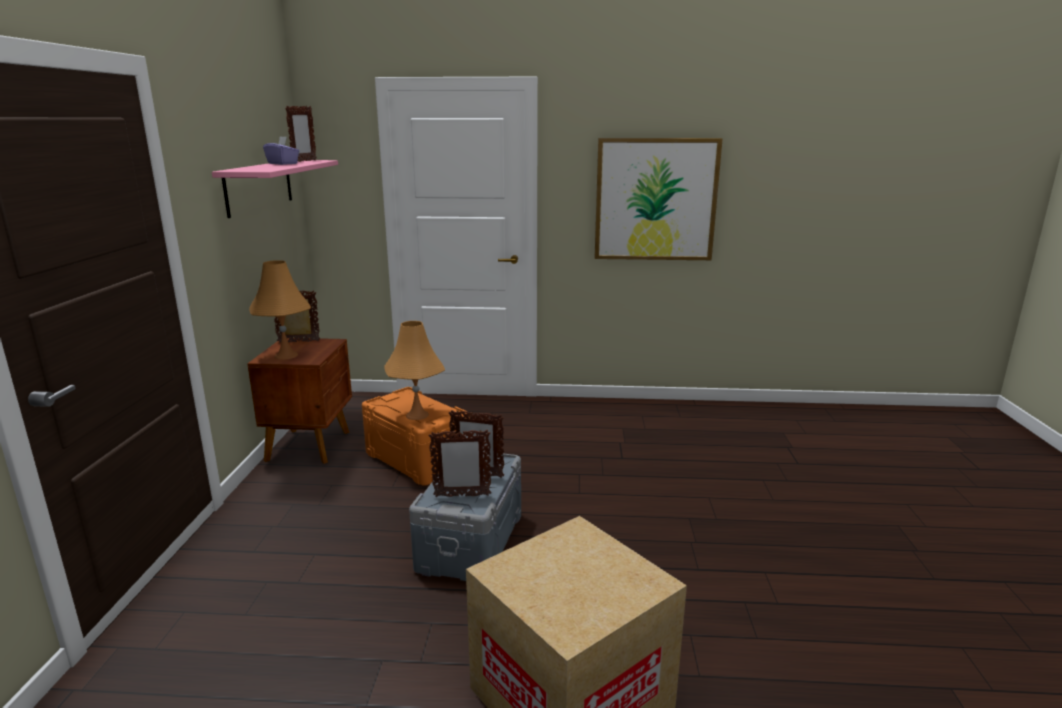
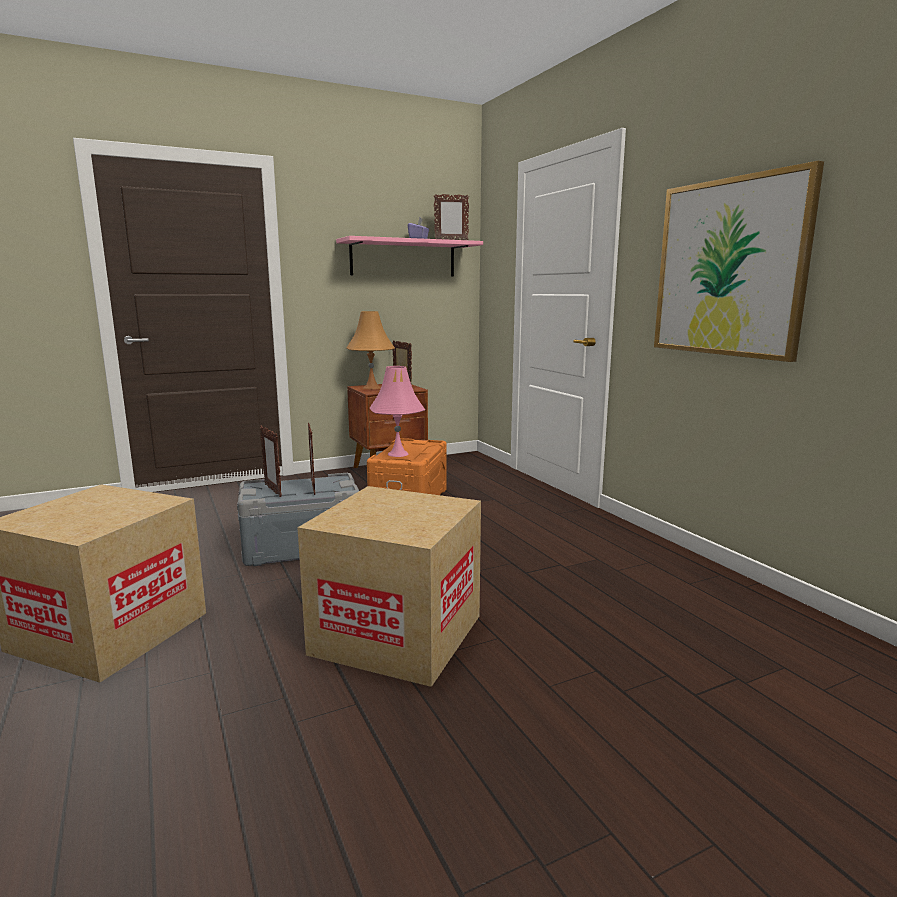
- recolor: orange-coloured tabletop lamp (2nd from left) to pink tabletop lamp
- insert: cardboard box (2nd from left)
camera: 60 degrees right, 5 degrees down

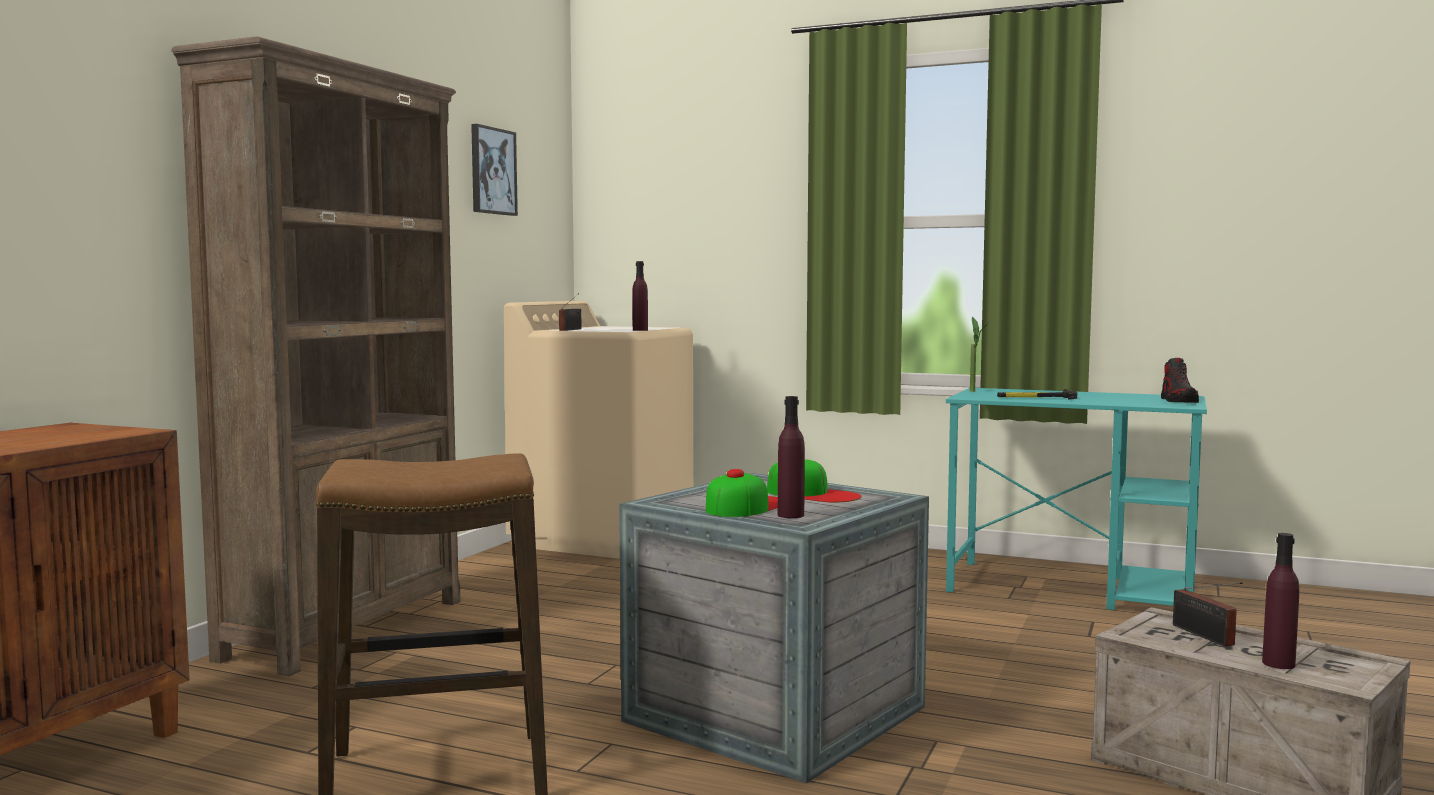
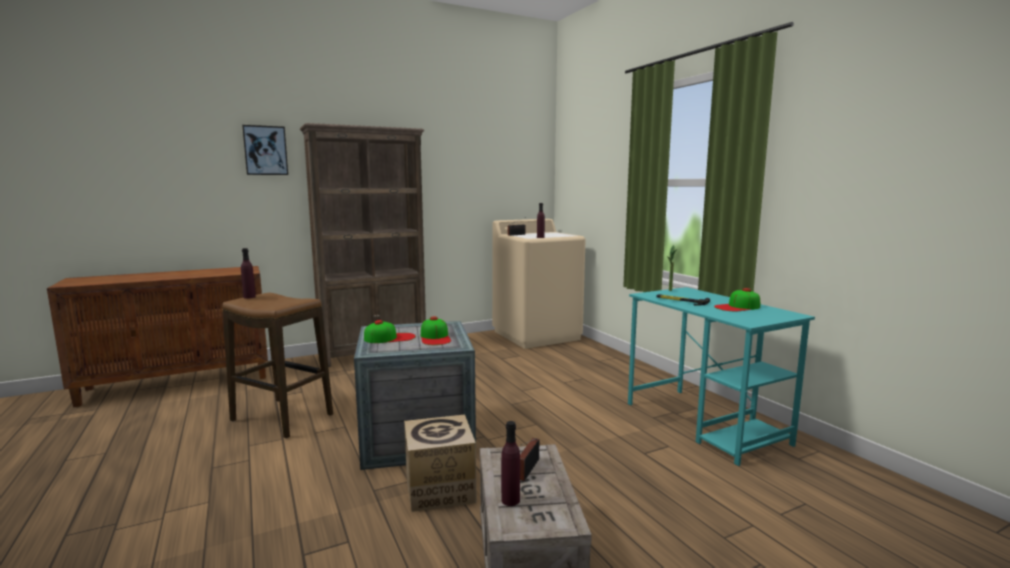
- move: picture
- move: purplish drink bottle (2nd from left in the first image) to purplish drink bottle (1st from left)
- delete: low shoe
- insert: cardboard box
- insert: baseball cap (3rd from left)
camera: 40 degrees right, 5 degrees up

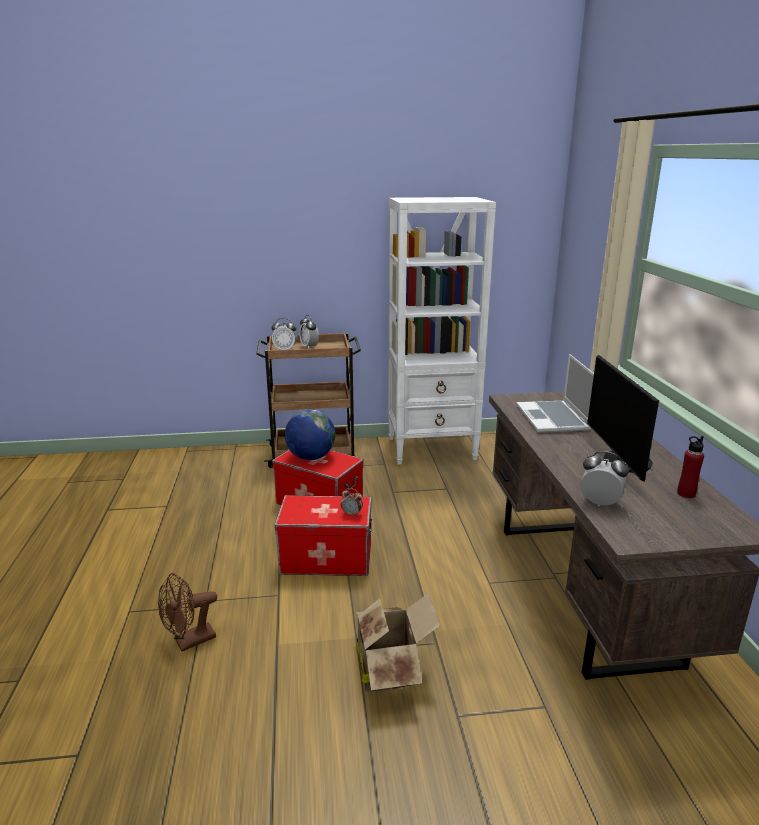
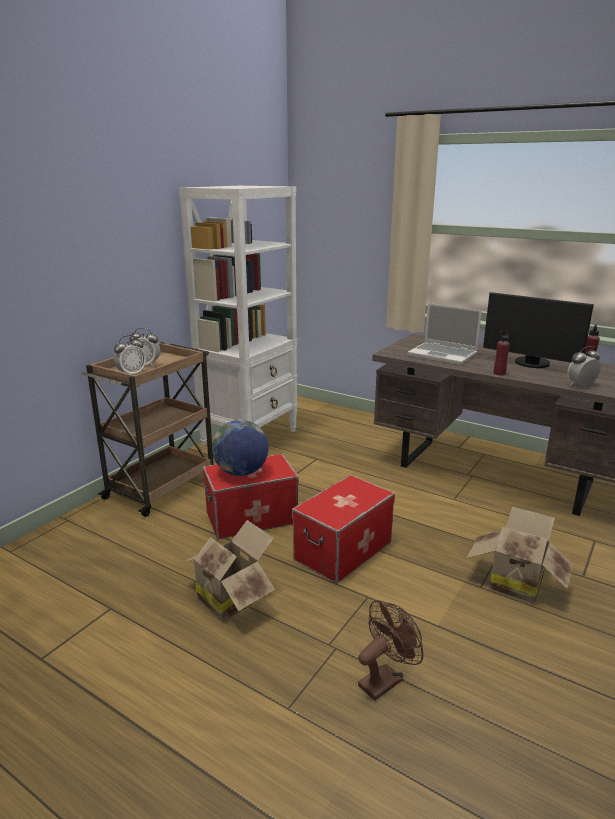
- rotate: brown electric fan 135 degrees counterclockwise
- delete: bedside clock (3rd from left)
- insert: cardboard box (1st from left)
- insert: reddish drink bottle (1st from left)
camera: 50 degrees left, 0 degrees up

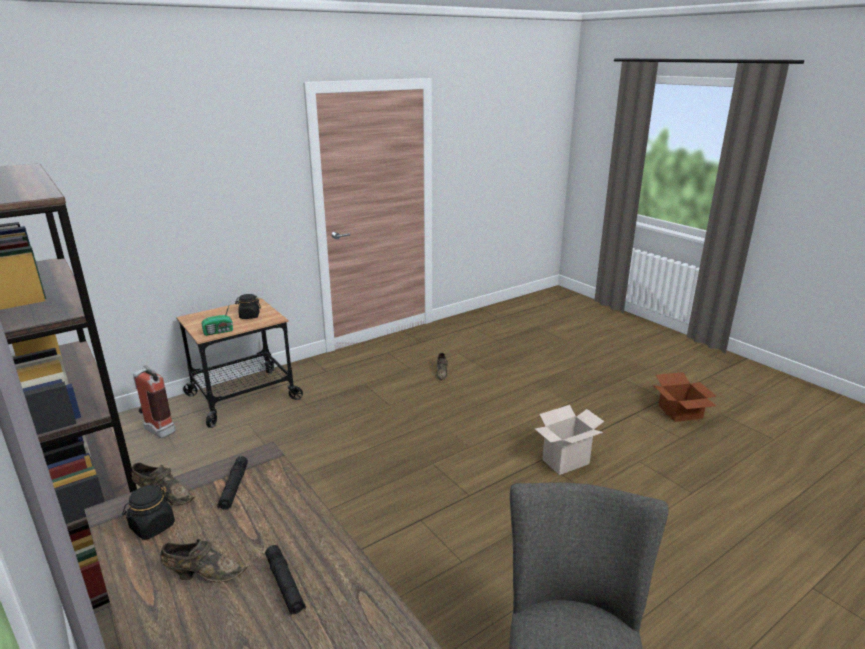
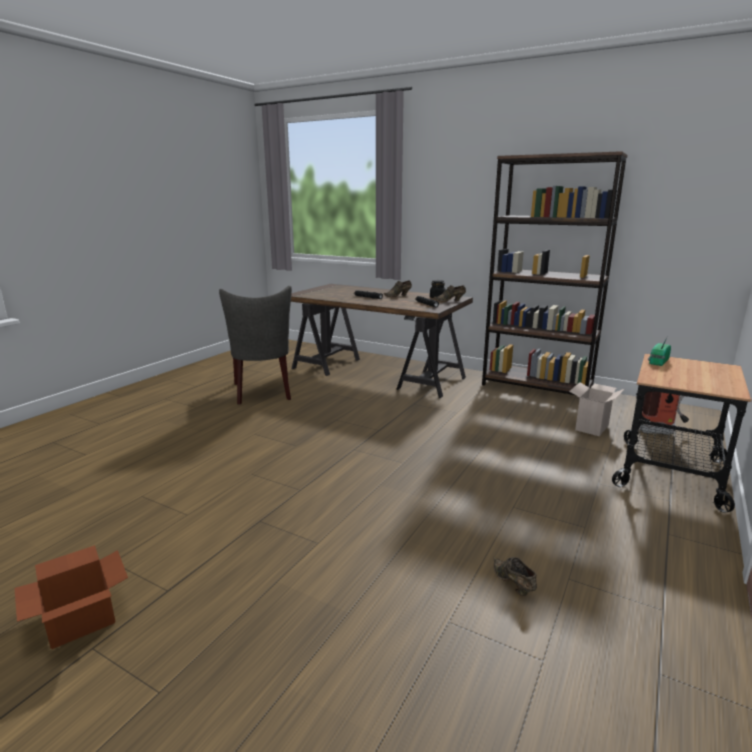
- delete: blackish jar (2nd from left)
- move: cardboard box (1st from left in the first image) to cardboard box (2nd from left)
camera: 155 degrees right, 5 degrees down

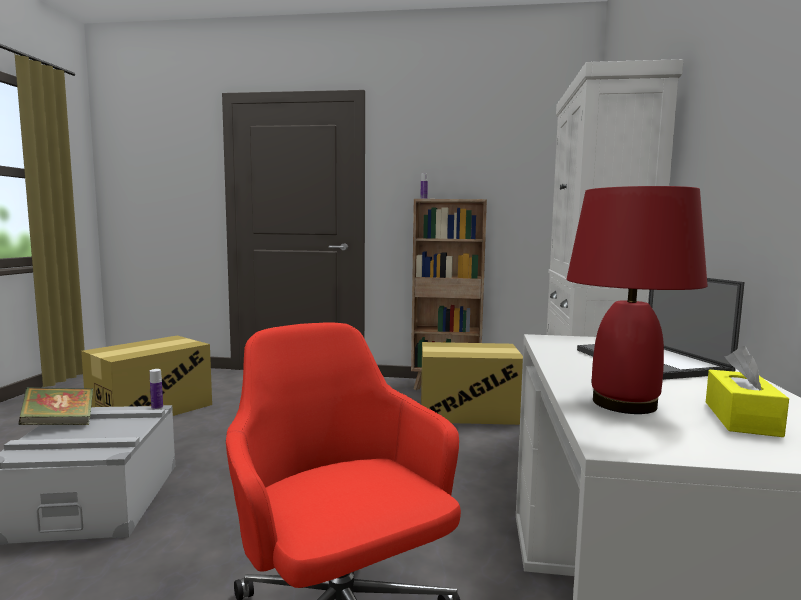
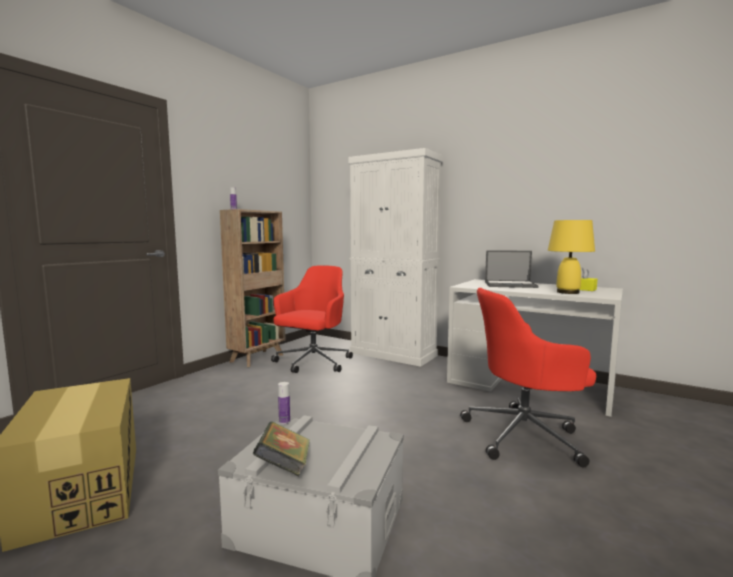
- replace: cardboard box (2nd from left) to reddish office chair (1st from left)
- recolor: reddish tabletop lamp to yellow-coloured tabletop lamp
camera: 65 degrees left, 0 degrees up

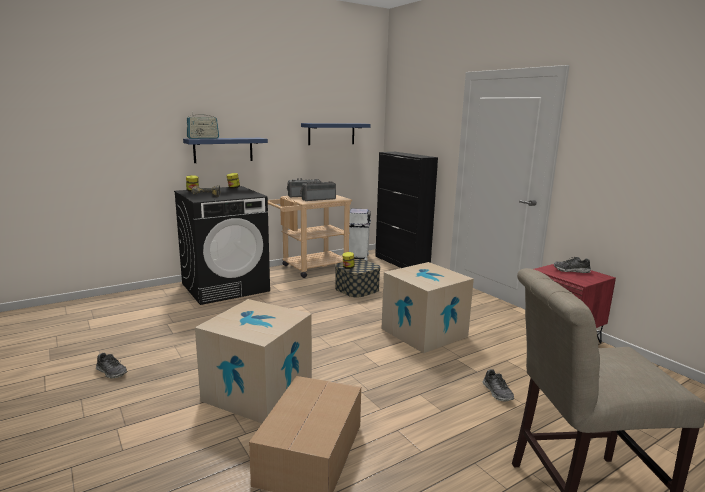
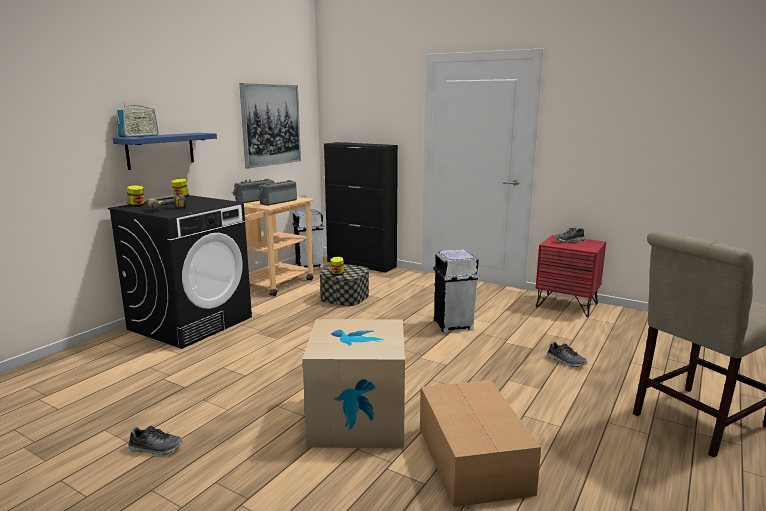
- replace: blue bracket shelf (2nd from left) to picture
- replace: cardboard box (3rd from left) to whitish waste bin (2nd from left)
camera: 25 degrees left, 0 degrees up

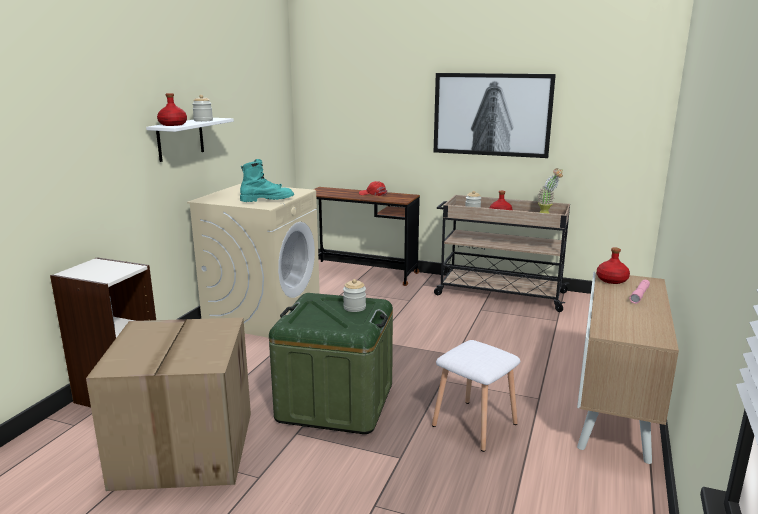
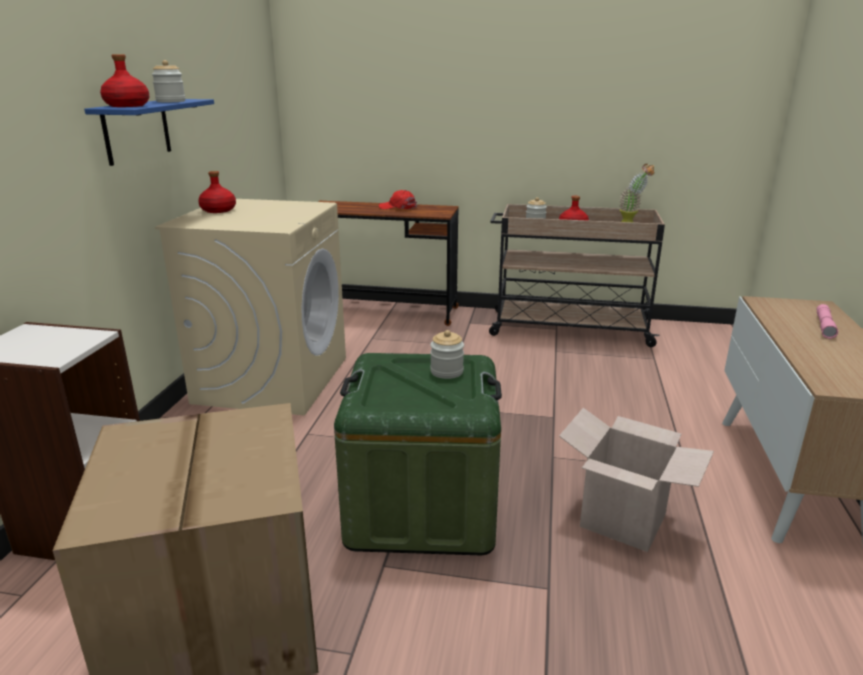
- recolor: whitish bracket shelf to blue bracket shelf
- delete: turquoise-coloured tall boot
- replace: whitish stool seat to cardboard box (2nd from left)
- delete: picture
- move: reddish drink bottle (3rd from left in the first image) to reddish drink bottle (2nd from left)
camera: 10 degrees left, 5 degrees up

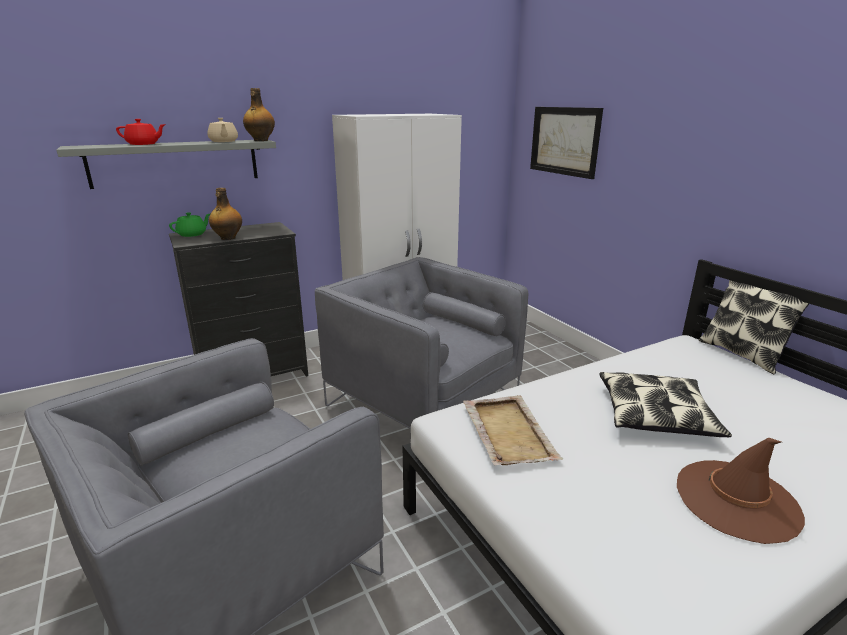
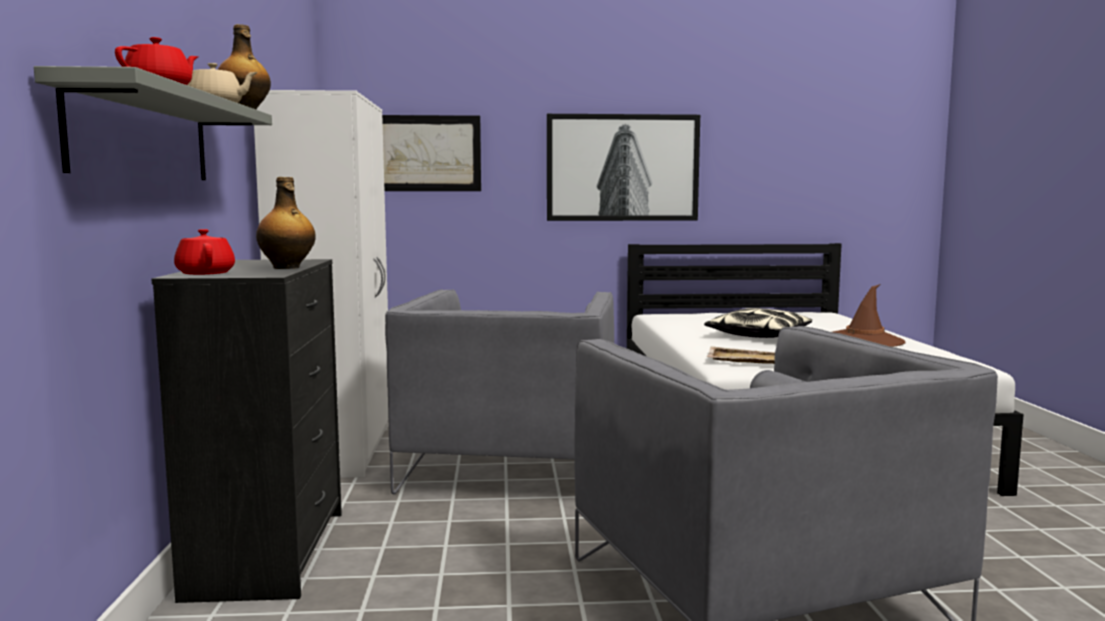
- recolor: green-coloured teapot to reddish teapot (2nd from left)
- rotate: gray lounge chair (2nd from left in the first image) 60 degrees counterclockwise
- delete: throw pillow (2nd from left)
- insert: picture (2nd from left)
camera: 65 degrees left, 15 degrees down

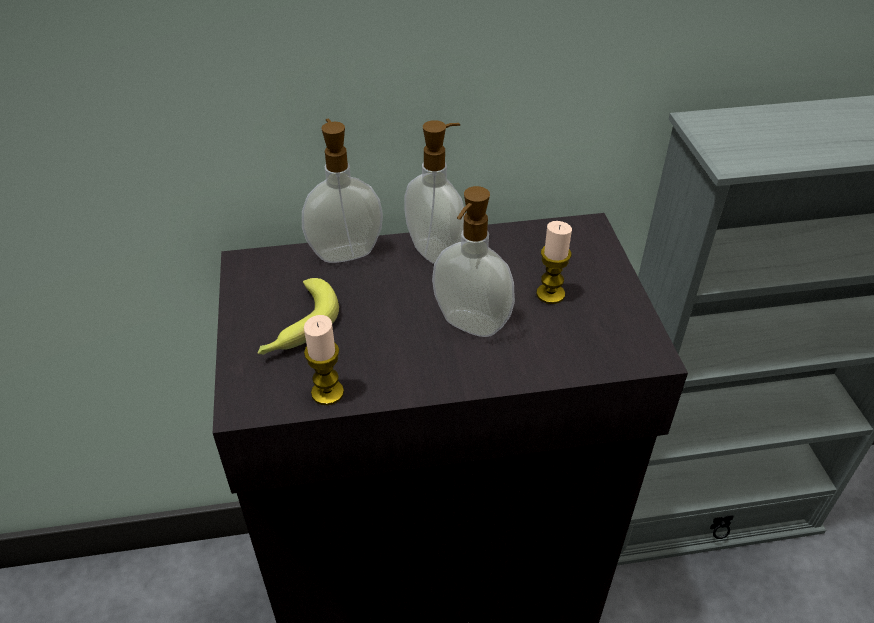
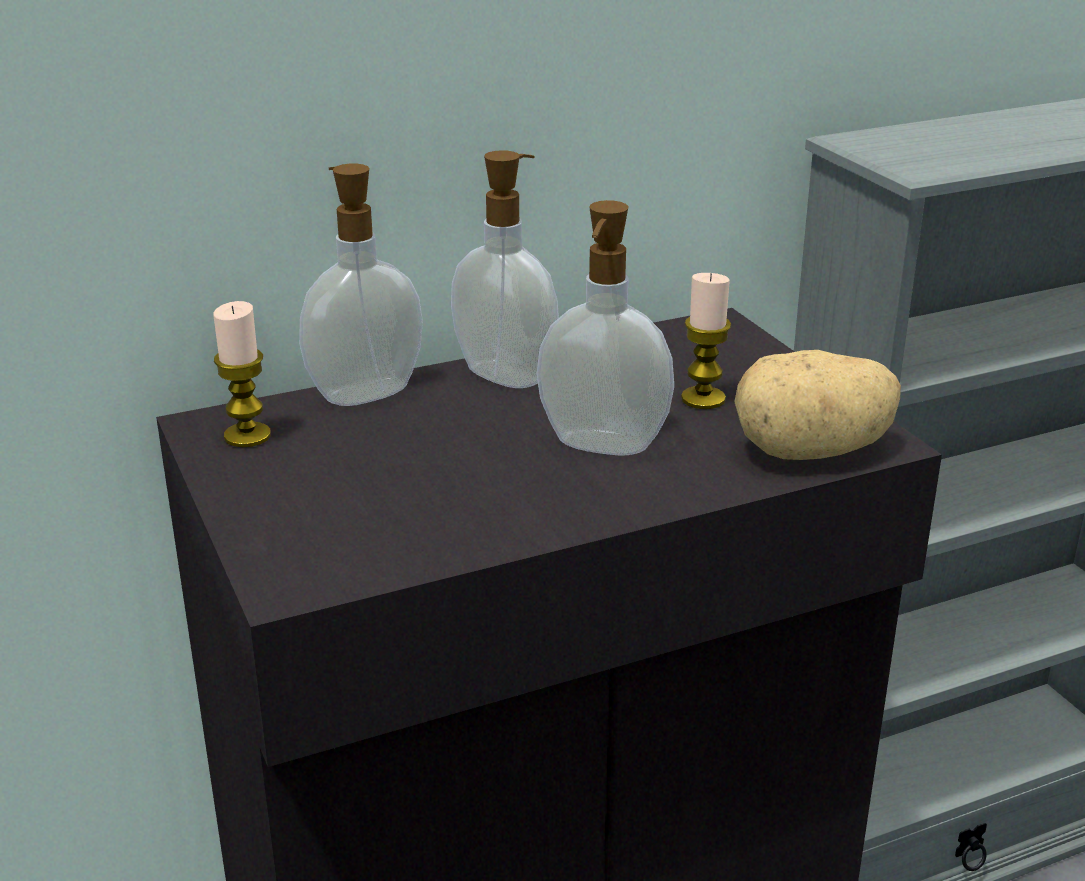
- delete: banana
- move: wax light (1st from left)
- insert: whole potato
camera: 15 degrees left, 15 degrees down

